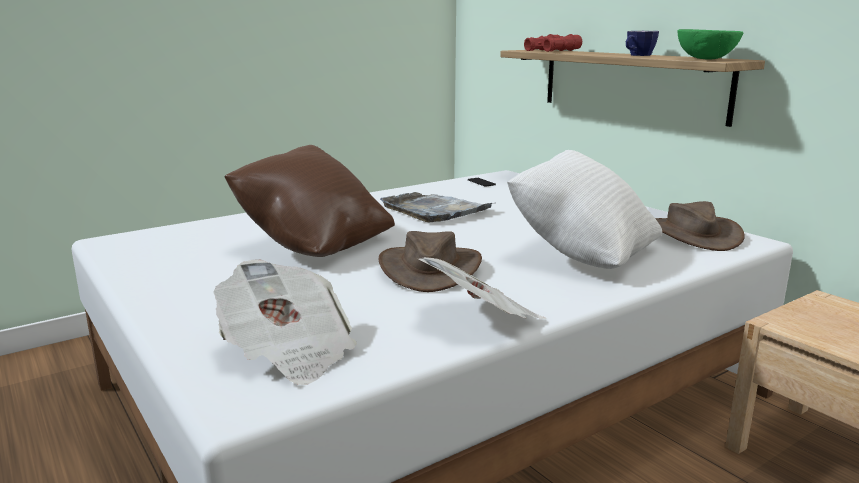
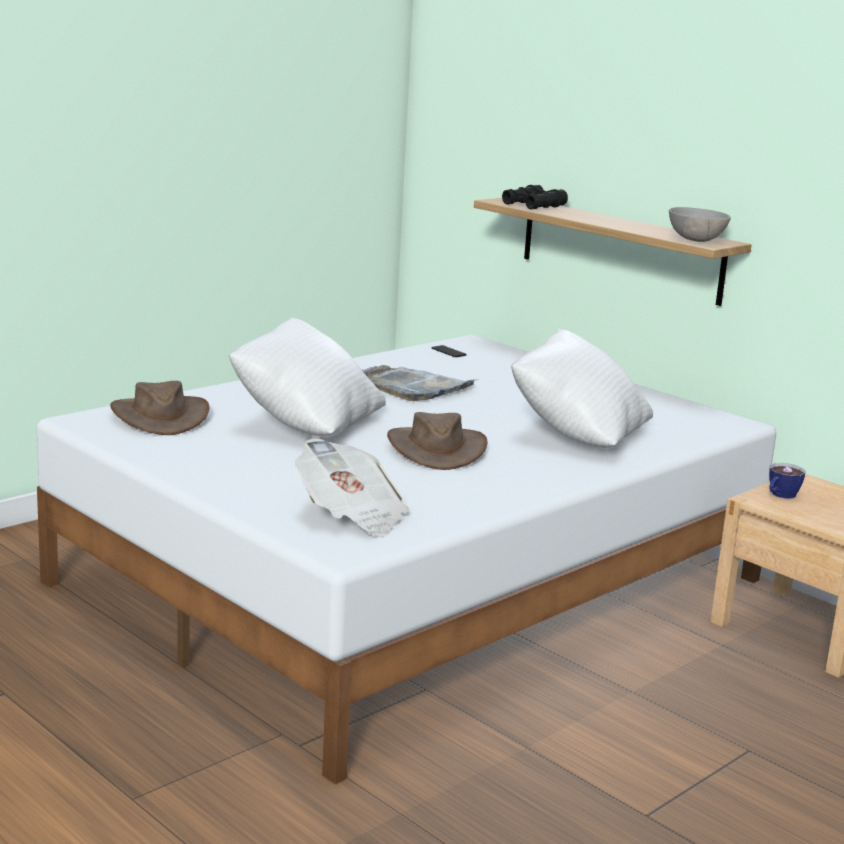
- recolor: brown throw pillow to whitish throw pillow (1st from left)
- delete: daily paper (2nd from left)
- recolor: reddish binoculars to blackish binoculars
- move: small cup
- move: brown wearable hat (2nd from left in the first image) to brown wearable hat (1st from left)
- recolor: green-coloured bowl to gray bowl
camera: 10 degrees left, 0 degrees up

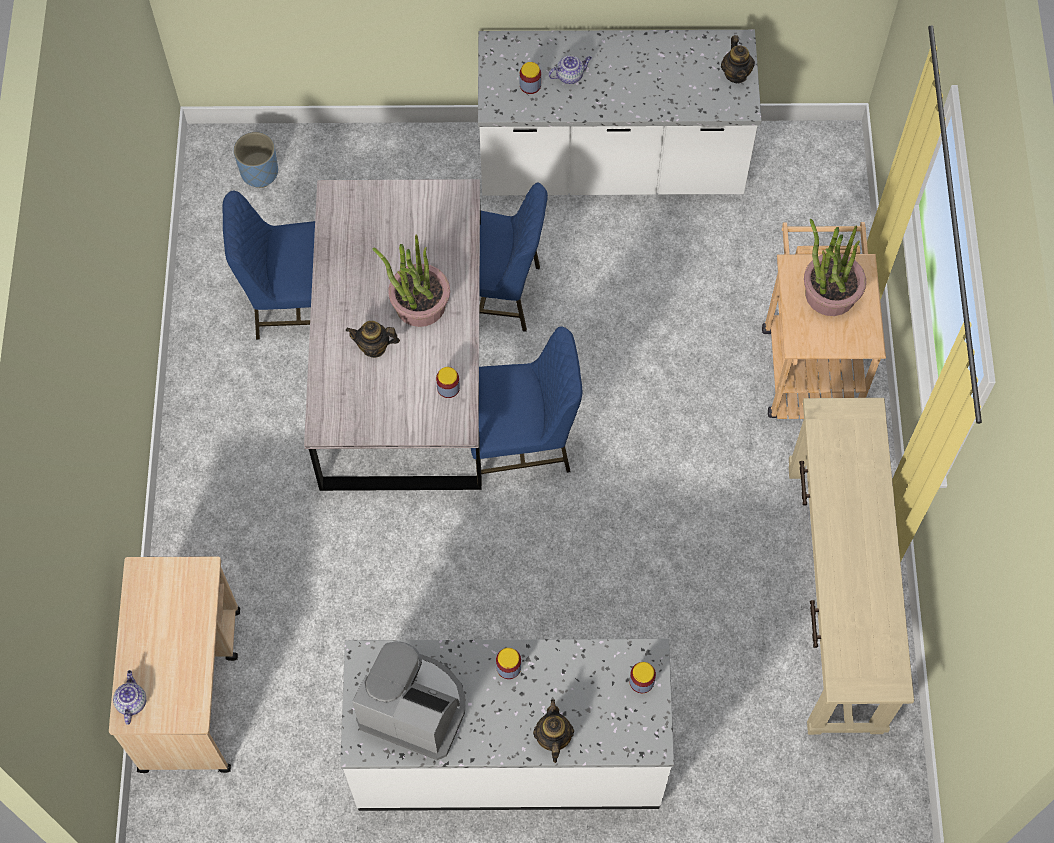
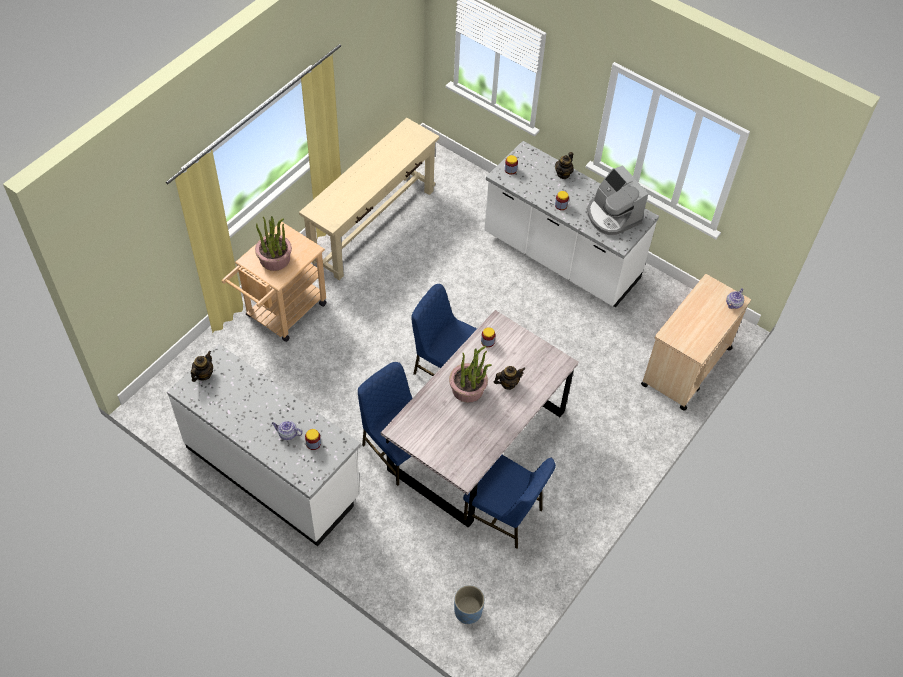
- rotate: teapot (2nd from left in the first image) 60 degrees counterclockwise
camera: 145 degrees left, 10 degrees down

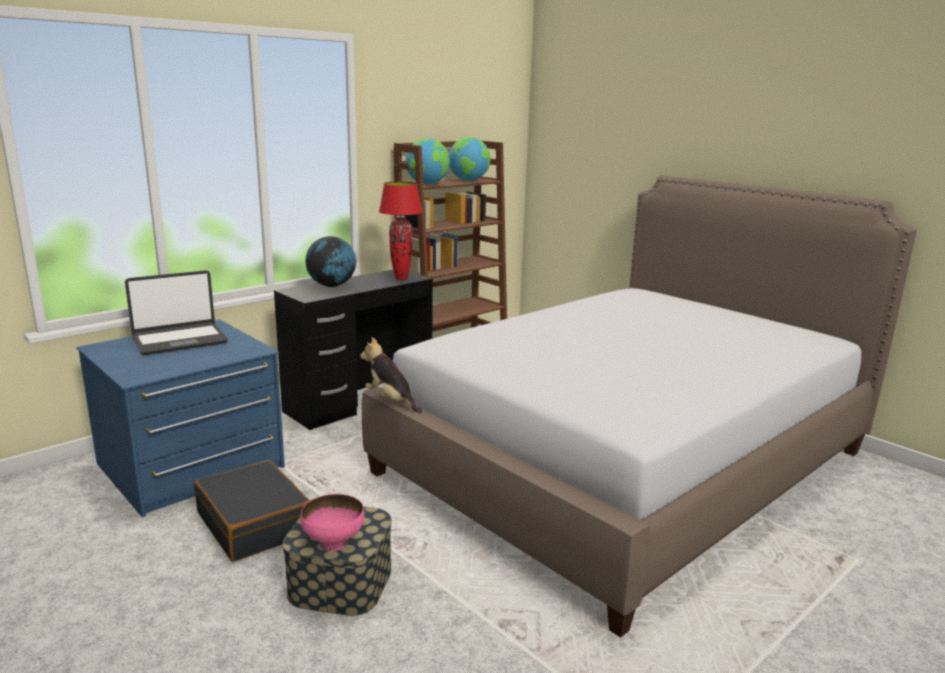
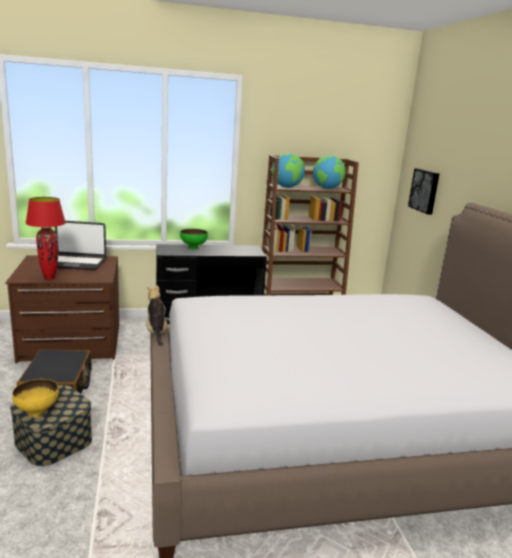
- recolor: blue chest of drawers to brown chest of drawers
- recolor: pink bowl to yellow-coloured bowl
- replace: globe (1st from left) to green-coloured bowl
- move: reddish tabletop lamp
- insert: picture
camera: 30 degrees right, 0 degrees up

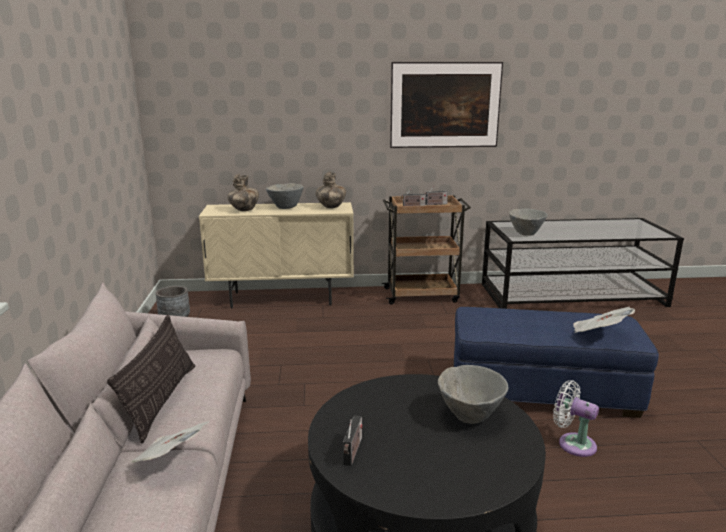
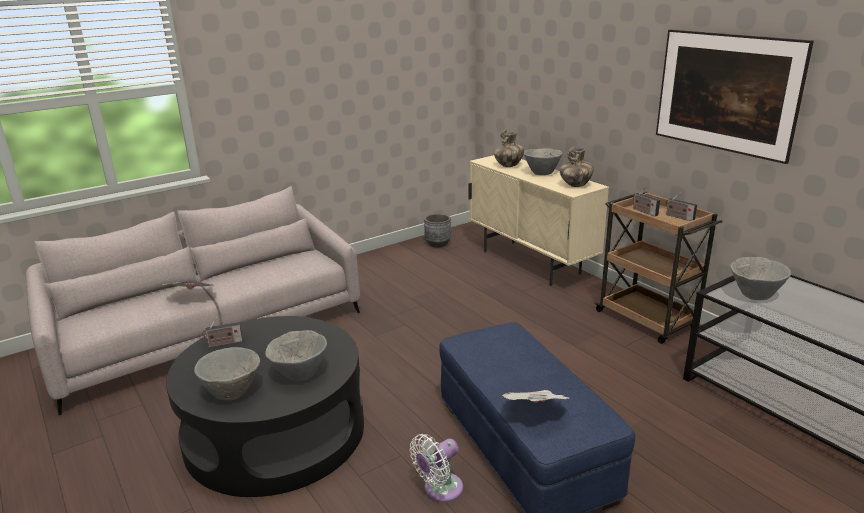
- delete: throw pillow
- rotate: whitish electric fan 135 degrees counterclockwise
- insert: gray bowl (1st from left)
camera: 60 degrees right, 5 degrees up

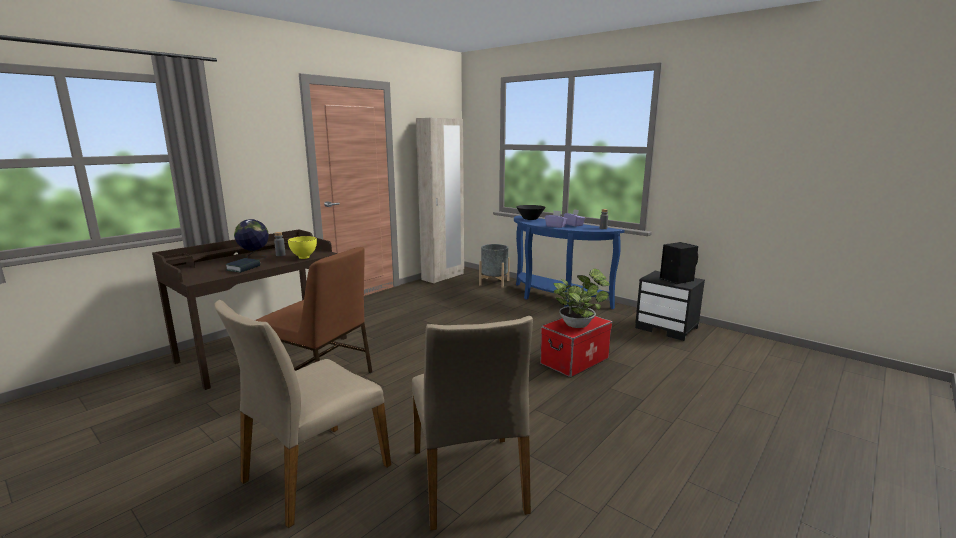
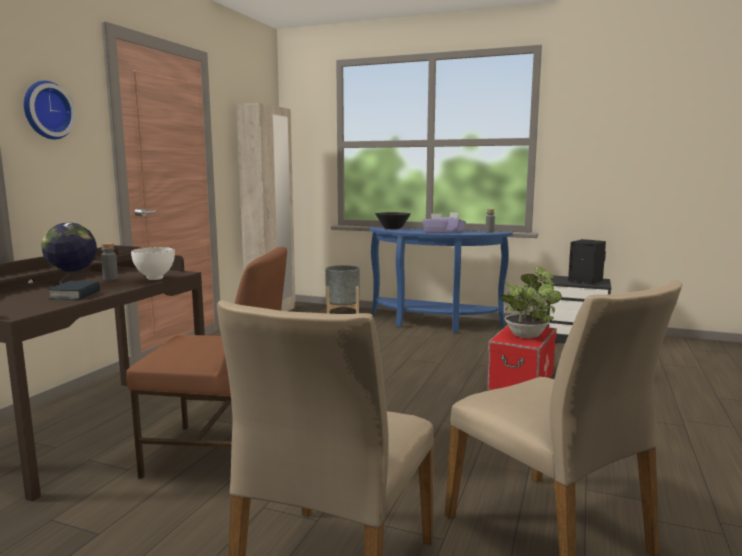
- recolor: yellow-coloured bowl to whitish bowl
- insert: clock on the wall
camera: 20 degrees left, 5 degrees down

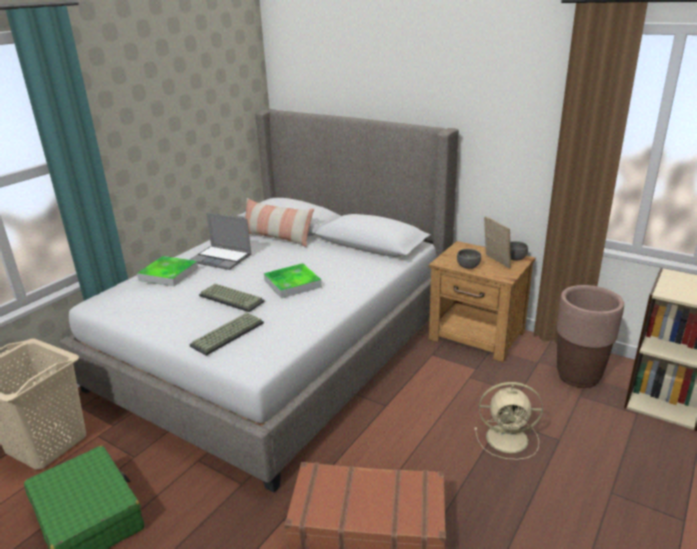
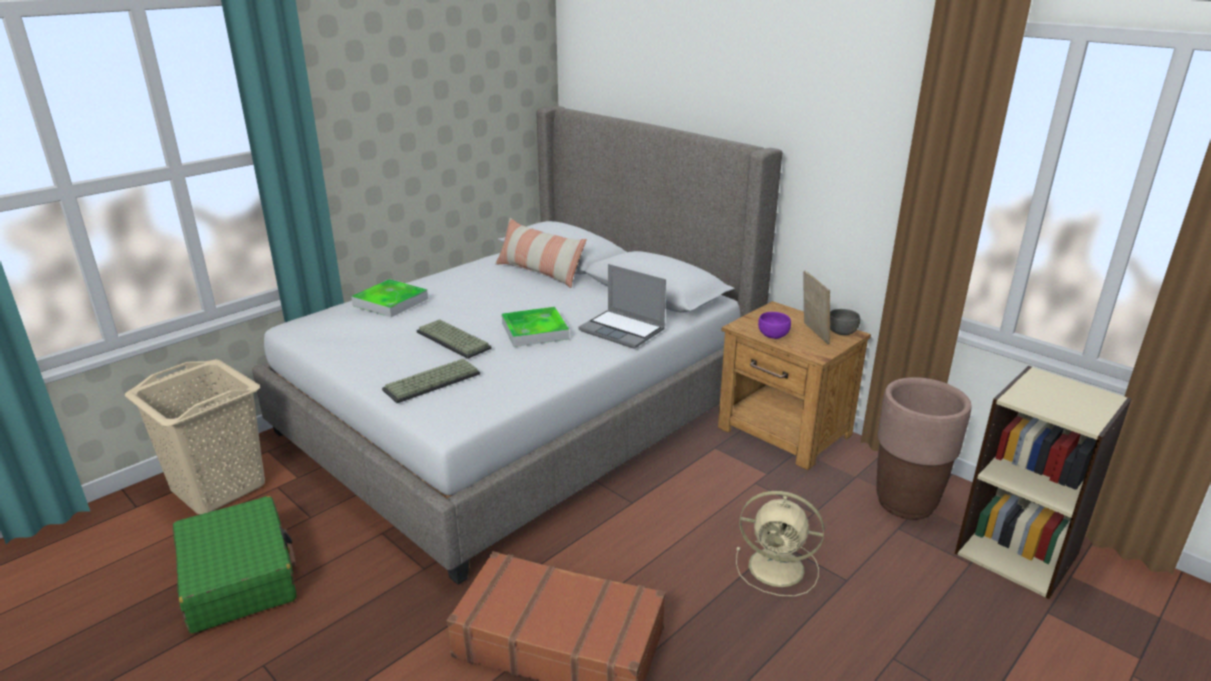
- move: laptop
- recolor: gray bowl (1st from left) to purplish bowl
camera: 10 degrees right, 0 degrees up

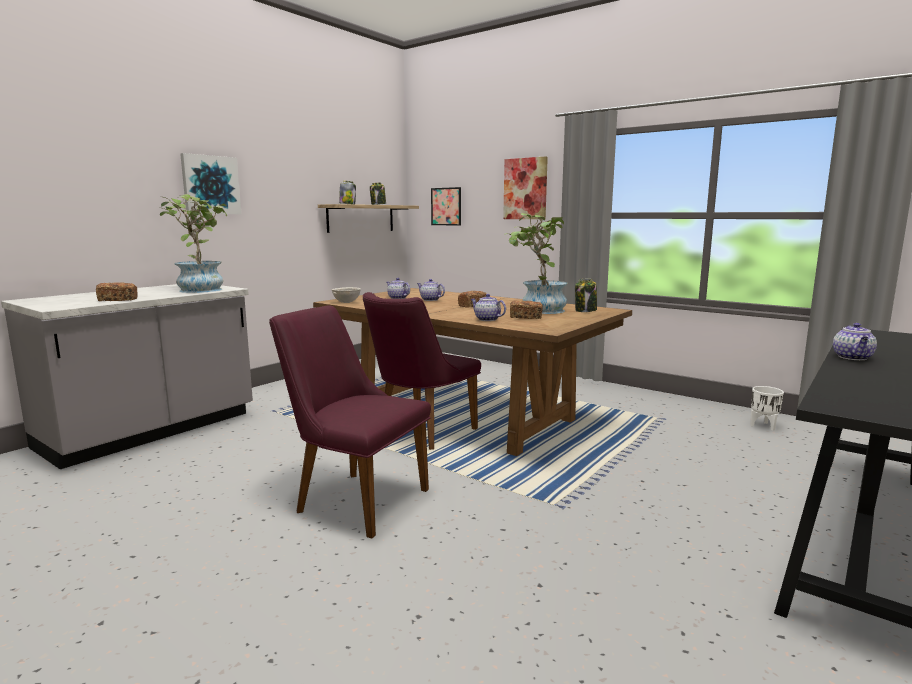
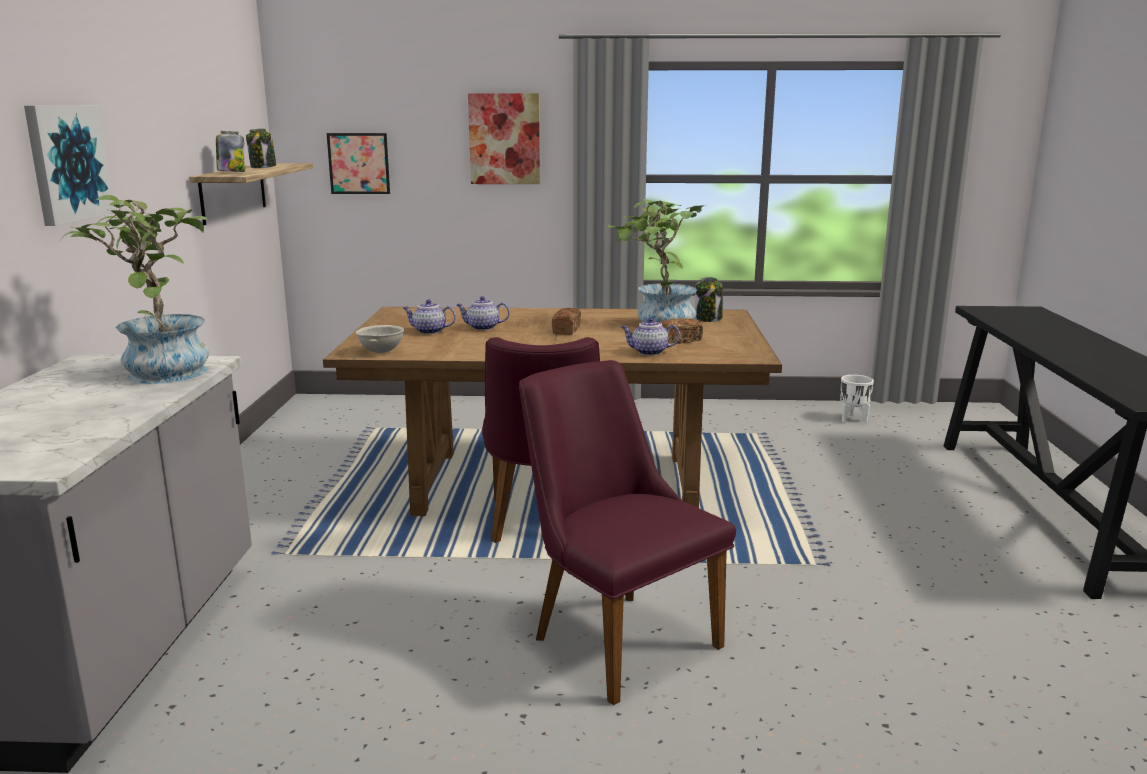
- delete: baked bread (1st from left)
- rotate: purplish upright chair (1st from left in the first image) 60 degrees clockwise
- delete: teapot (4th from left)
camera: 35 degrees left, 5 degrees up

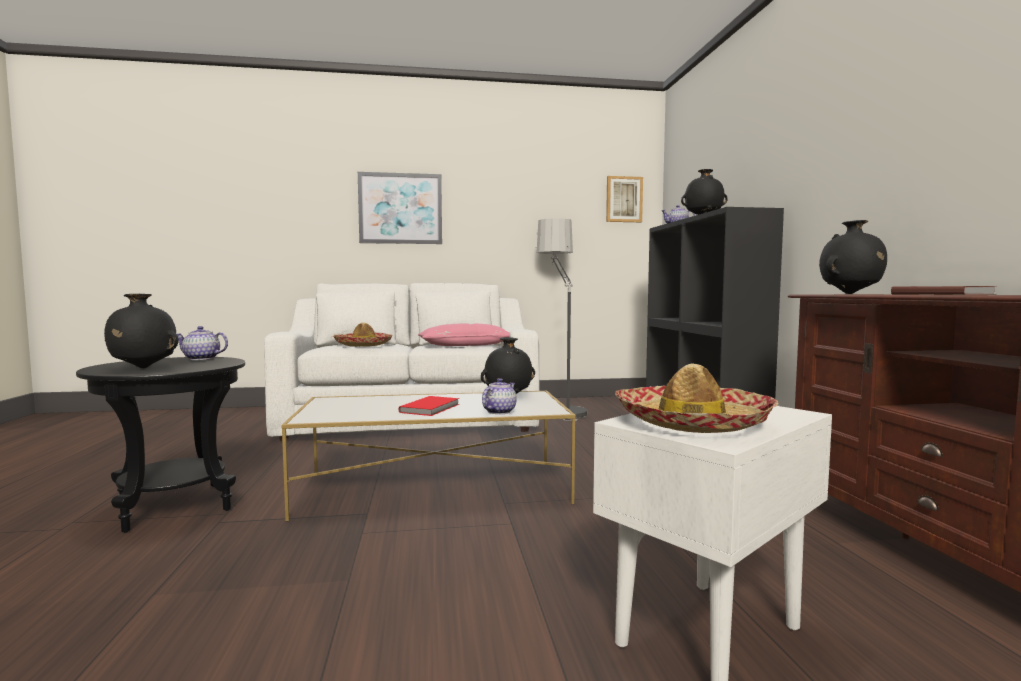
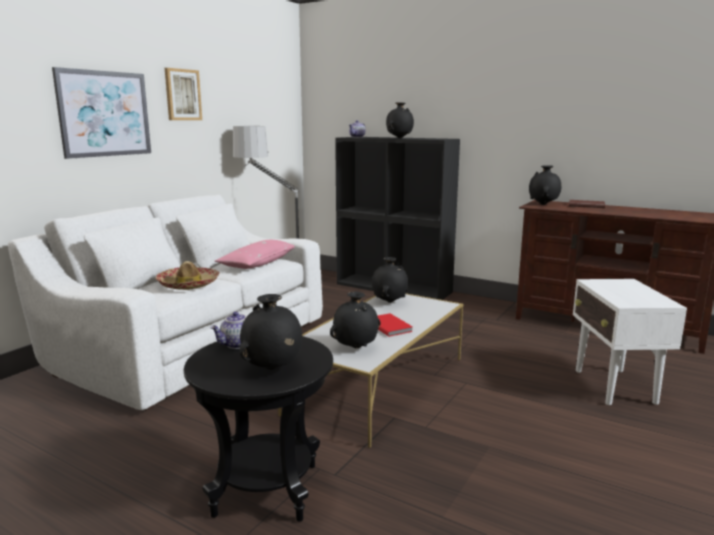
- delete: teapot (2nd from left)
- move: picture (2nd from left)
- delete: wearable hat (2nd from left)
- insert: blackish vase (2nd from left)
camera: 50 degrees left, 10 degrees up

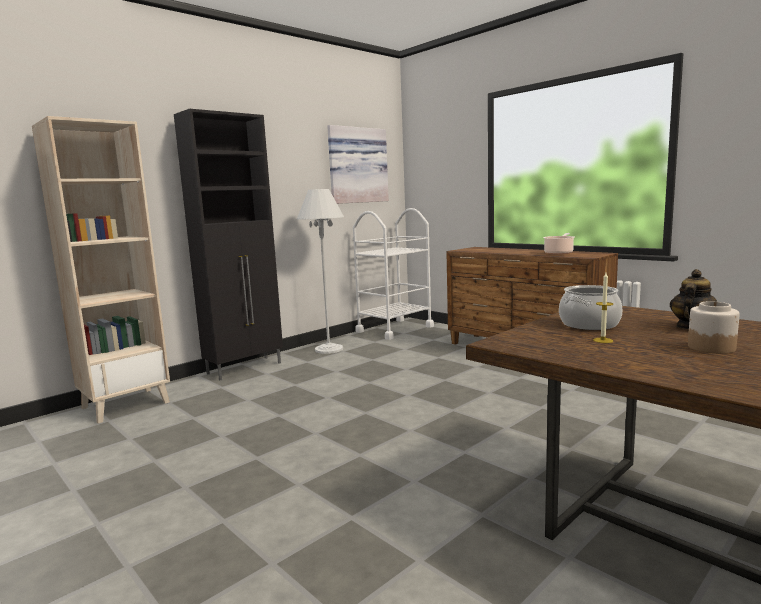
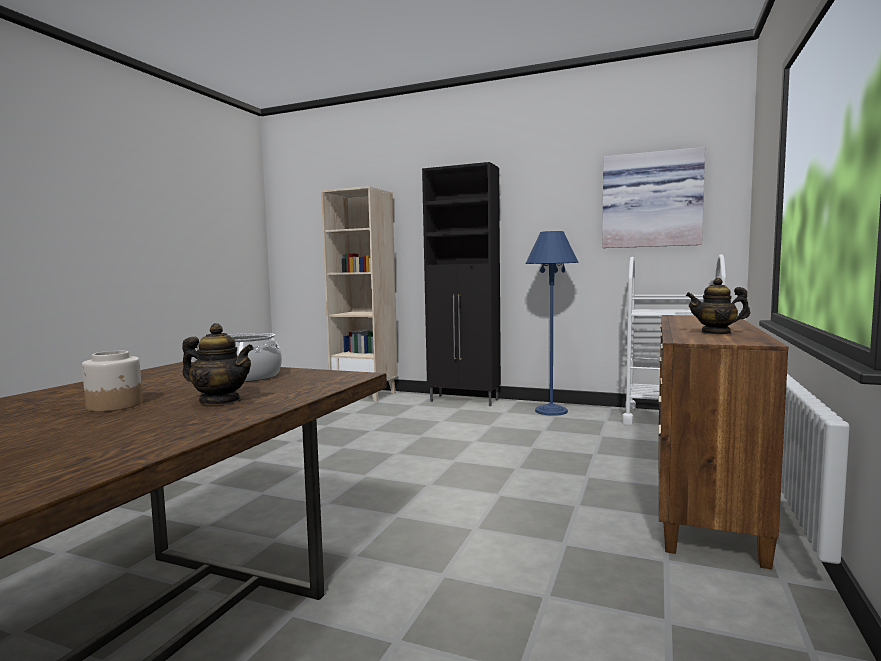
- recolor: whitish standing lamp to blue standing lamp
- replace: saucepot (1st from left) to teapot (2nd from left)
- delete: wax light
camera: 65 degrees right, 5 degrees down

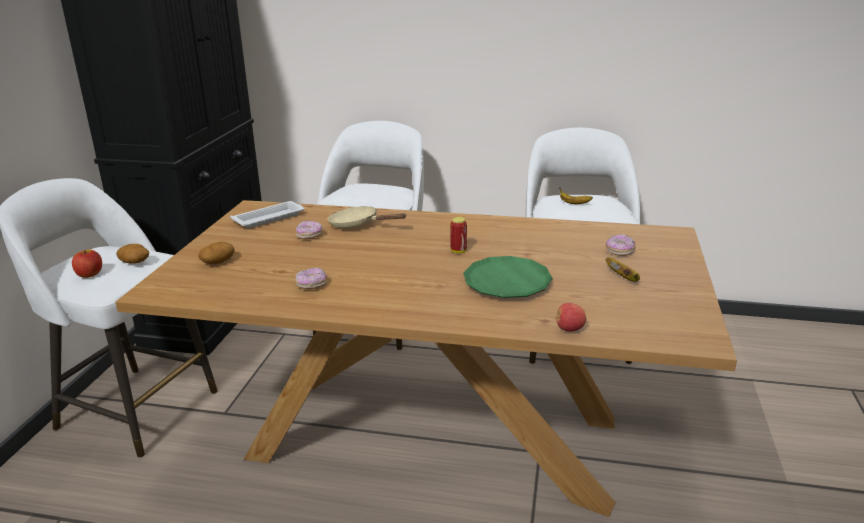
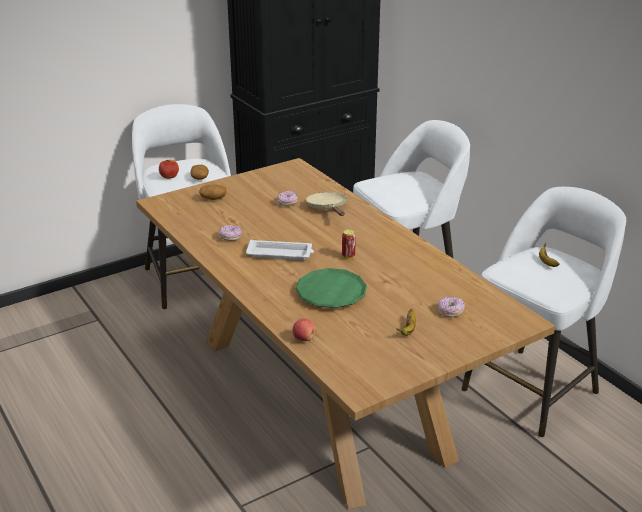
- move: whitish serving tray
camera: 45 degrees right, 5 degrees up

